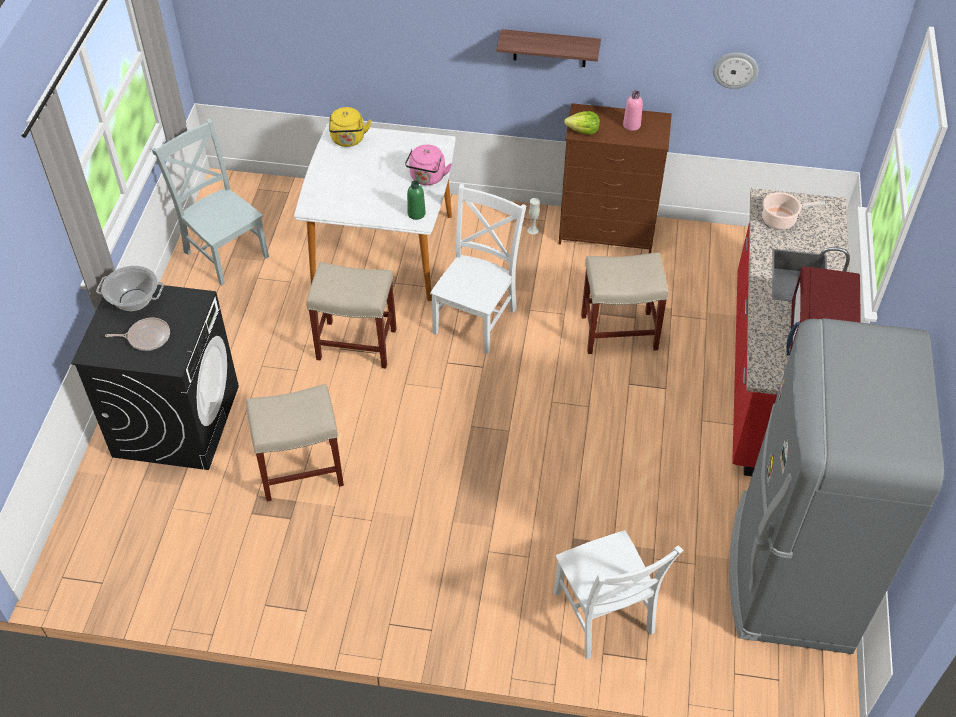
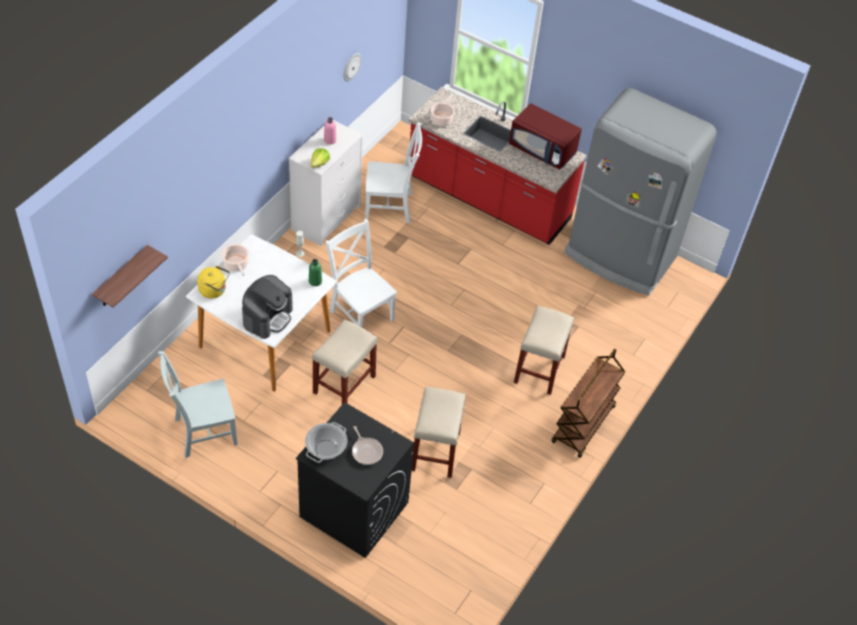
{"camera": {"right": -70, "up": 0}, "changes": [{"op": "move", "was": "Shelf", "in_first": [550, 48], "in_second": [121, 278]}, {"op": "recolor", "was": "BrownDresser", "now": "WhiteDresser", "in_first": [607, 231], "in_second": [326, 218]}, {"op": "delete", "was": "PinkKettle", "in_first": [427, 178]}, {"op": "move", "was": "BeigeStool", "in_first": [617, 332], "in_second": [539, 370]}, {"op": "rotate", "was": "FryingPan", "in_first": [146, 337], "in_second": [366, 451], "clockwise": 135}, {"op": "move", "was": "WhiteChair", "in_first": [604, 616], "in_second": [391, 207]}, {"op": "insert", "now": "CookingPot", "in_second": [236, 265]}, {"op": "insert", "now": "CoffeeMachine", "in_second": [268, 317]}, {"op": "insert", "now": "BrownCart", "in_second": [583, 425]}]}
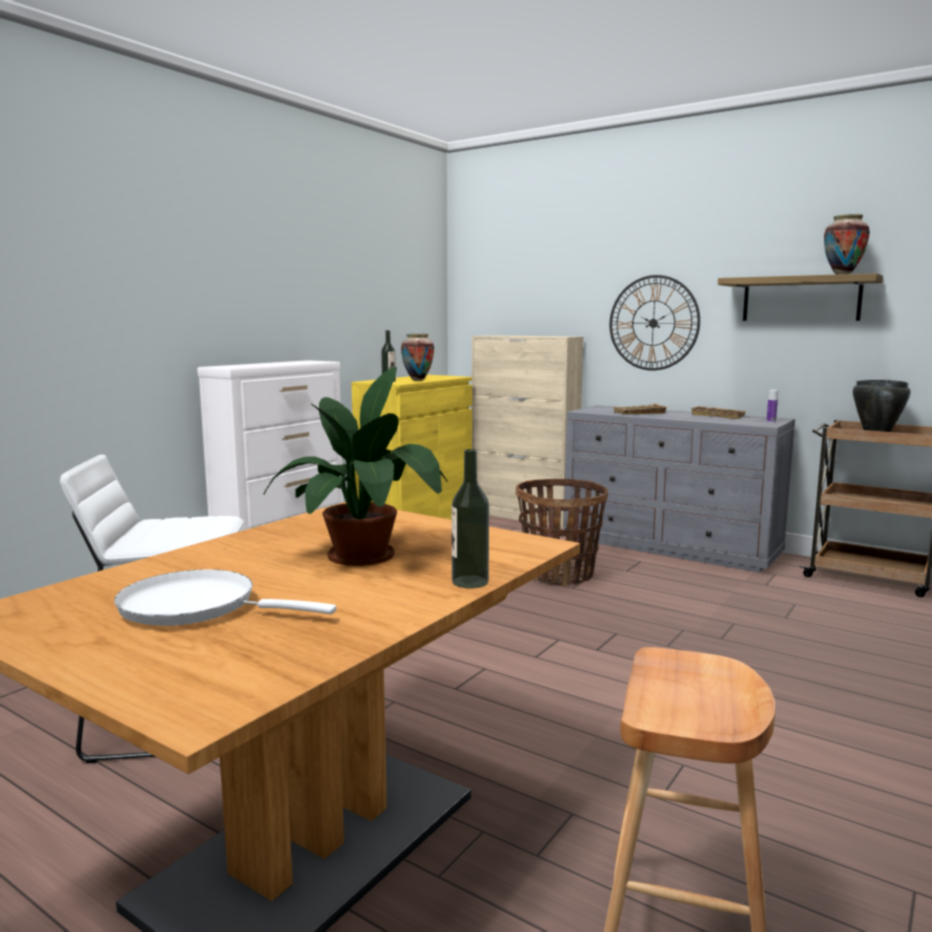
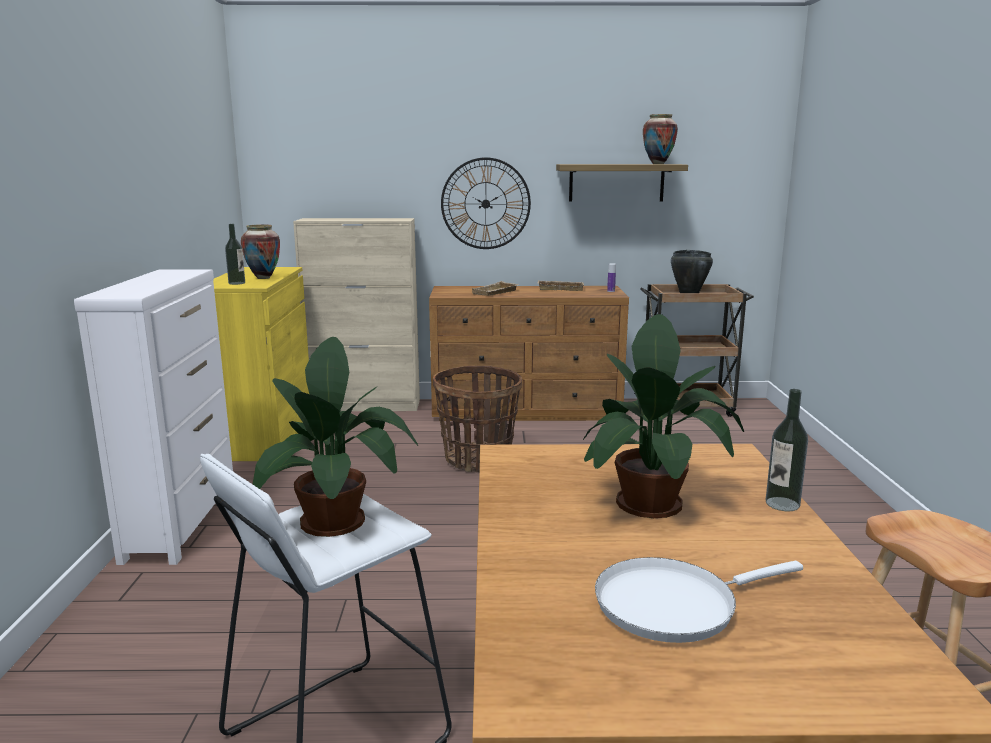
{"camera": {"right": -35, "up": 5}, "changes": [{"op": "recolor", "was": "GreyDresser", "now": "BrownDresser", "in_first": [671, 546], "in_second": [527, 410]}, {"op": "insert", "now": "PottedPlant", "in_second": [337, 518]}]}
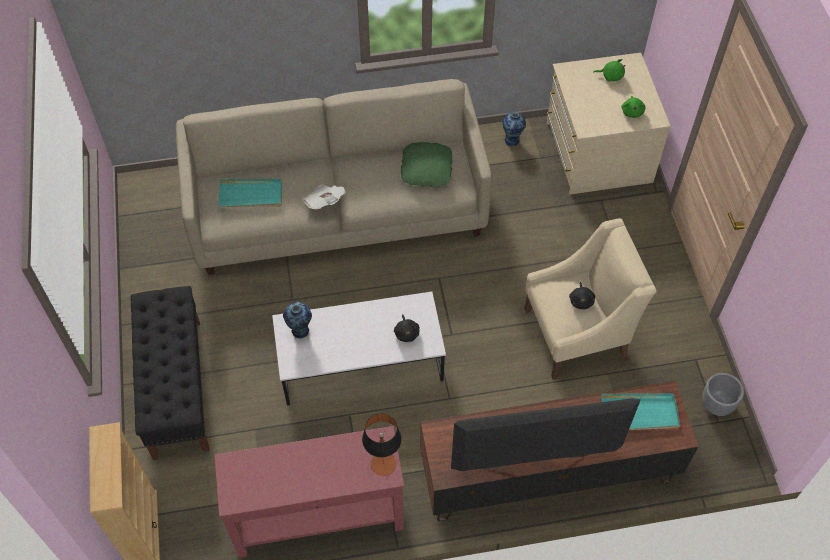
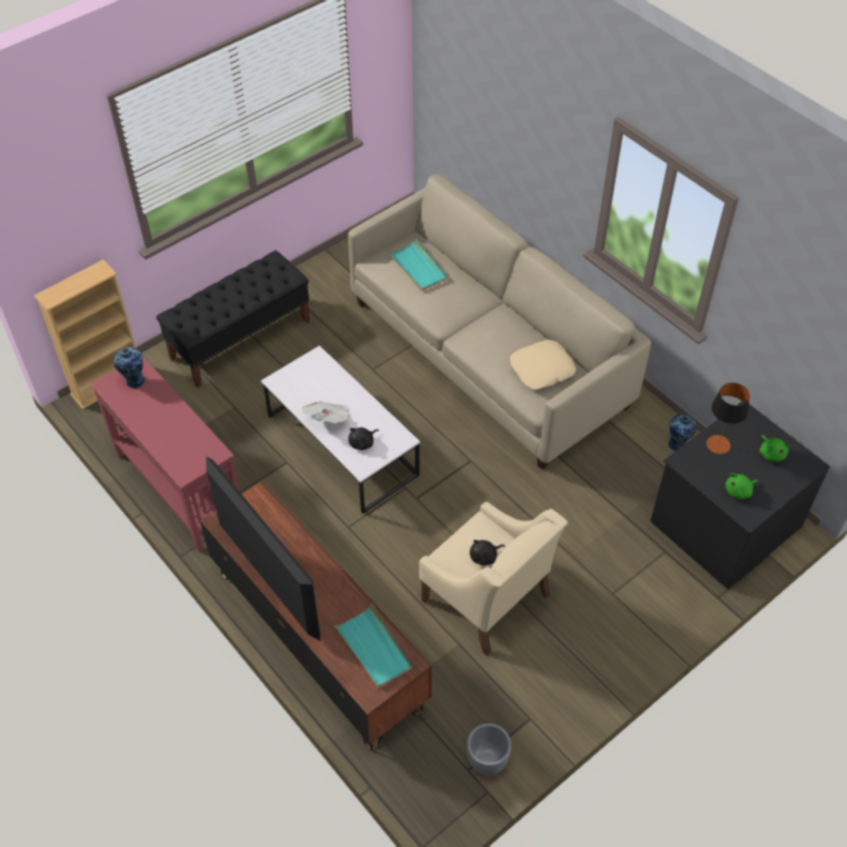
{"camera": {"right": 60, "up": -5}, "changes": [{"op": "recolor", "was": "BeigeDresser", "now": "BlackDresser", "in_first": [596, 152], "in_second": [724, 522]}, {"op": "recolor", "was": "GreenPillow", "now": "BeigePillow", "in_first": [427, 169], "in_second": [542, 369]}, {"op": "move", "was": "Newspaper", "in_first": [324, 202], "in_second": [328, 419]}, {"op": "move", "was": "Vase", "in_first": [300, 331], "in_second": [134, 381]}, {"op": "move", "was": "TableLamp", "in_first": [383, 464], "in_second": [718, 444]}]}
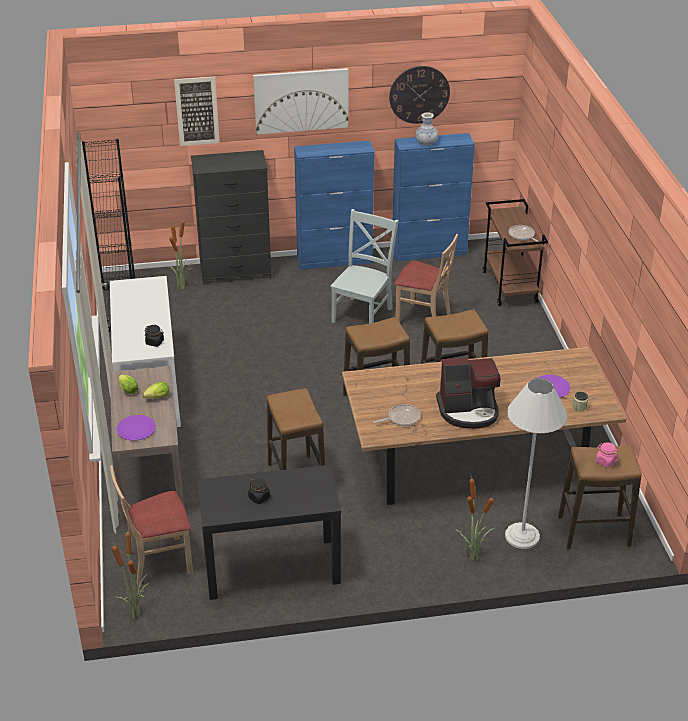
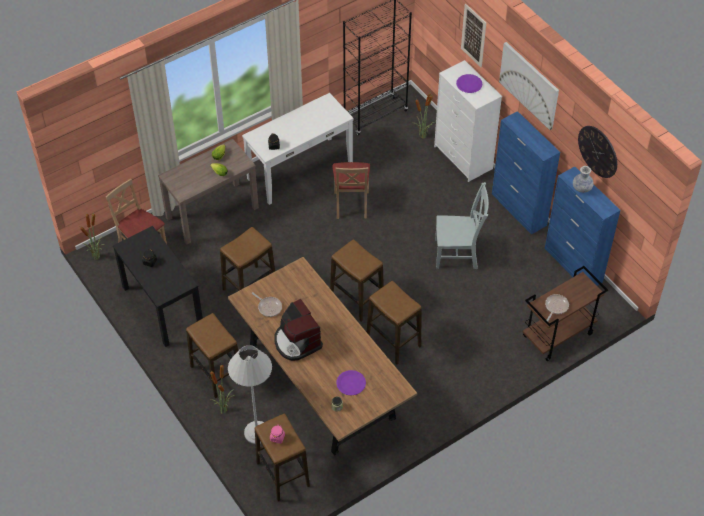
{"camera": {"right": 65, "up": 15}, "changes": [{"op": "recolor", "was": "BlackDresser", "now": "WhiteDresser", "in_first": [236, 271], "in_second": [463, 158]}, {"op": "move", "was": "BeigeChair", "in_first": [423, 318], "in_second": [351, 204]}, {"op": "move", "was": "PurplePlate", "in_first": [136, 429], "in_second": [469, 84]}, {"op": "insert", "now": "Stool", "in_second": [216, 374]}]}
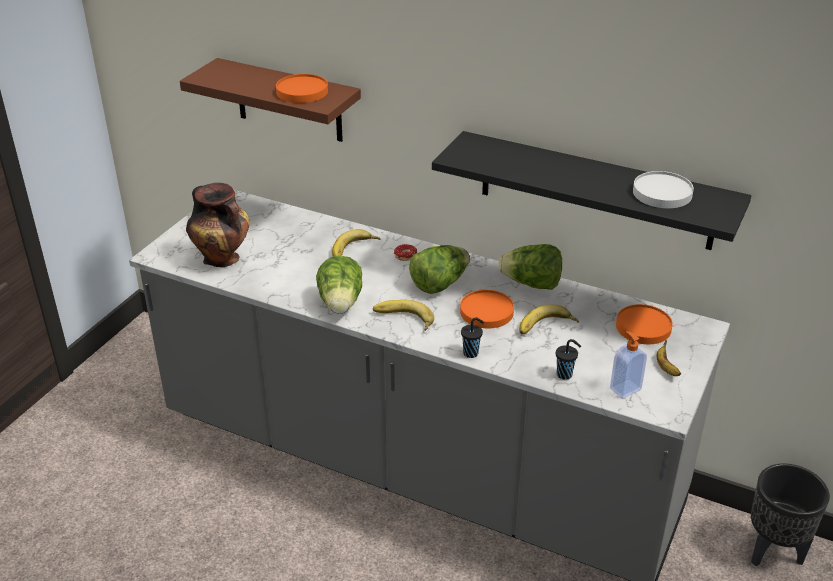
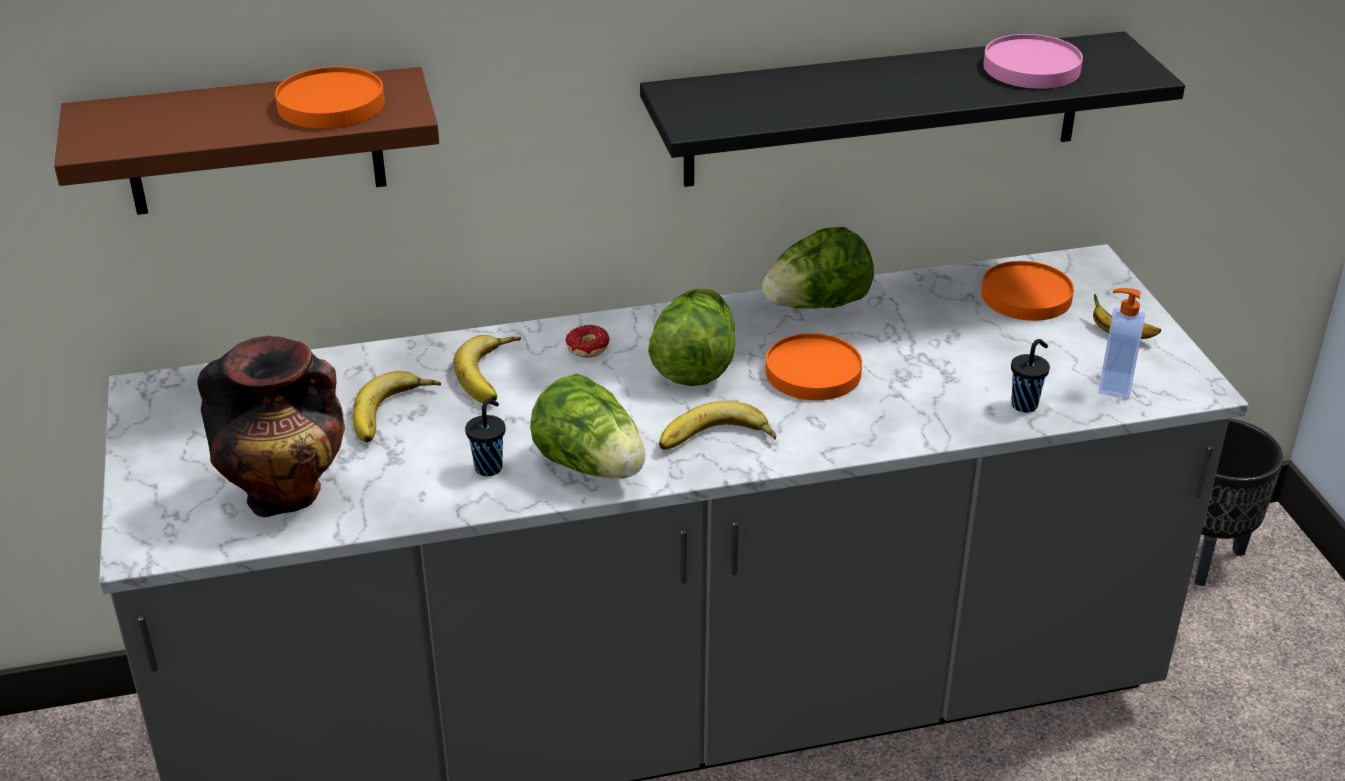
{"camera": {"right": -40, "up": 0}, "changes": [{"op": "recolor", "was": "WhitePlate", "now": "PinkPlate", "in_first": [662, 193], "in_second": [1032, 67]}, {"op": "move", "was": "Banana", "in_first": [546, 327], "in_second": [395, 414]}, {"op": "move", "was": "BlackCup", "in_first": [471, 353], "in_second": [489, 467]}]}
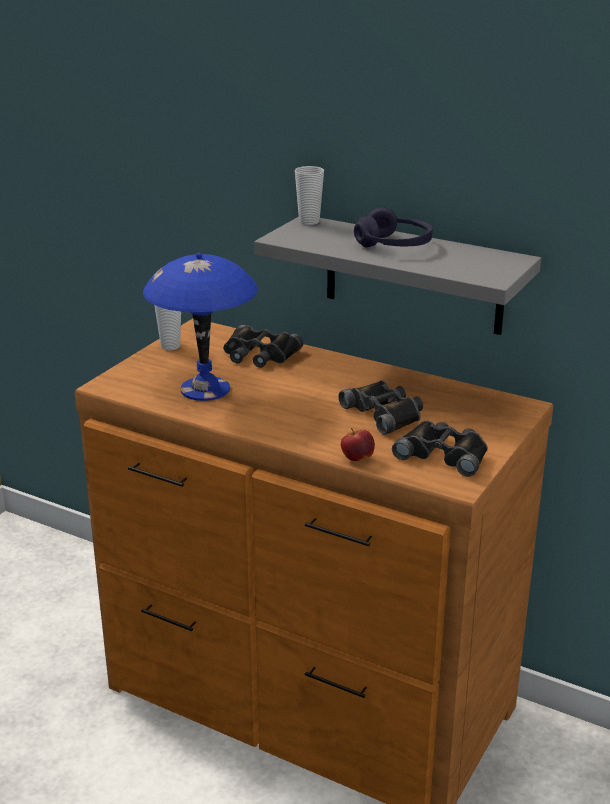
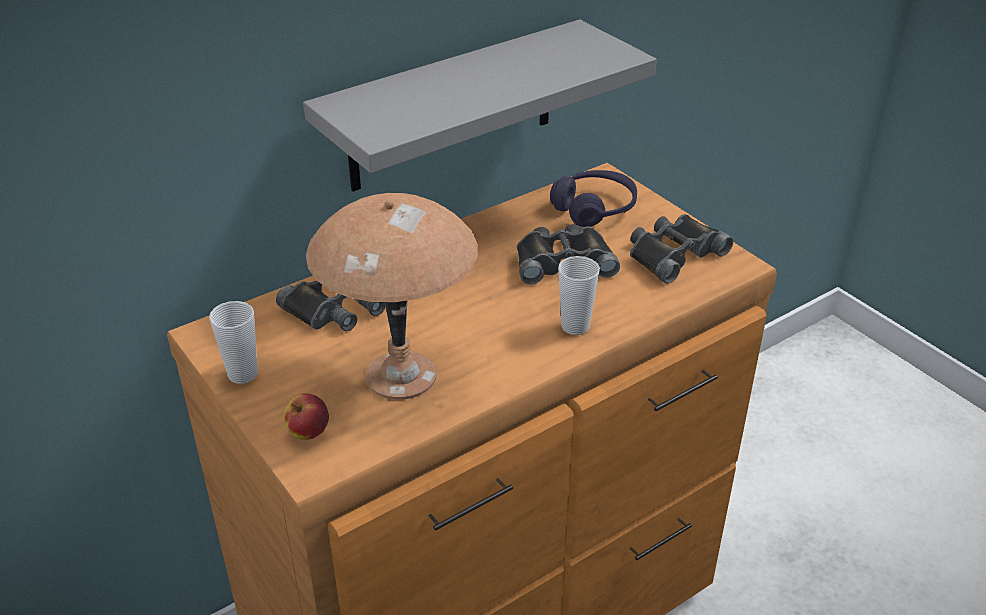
{"camera": {"right": -65, "up": 10}, "changes": [{"op": "move", "was": "Cup", "in_first": [309, 221], "in_second": [575, 326]}, {"op": "move", "was": "PurpleHeadphones", "in_first": [394, 245], "in_second": [594, 208]}, {"op": "recolor", "was": "BlueTableLamp", "now": "BrownTableLamp", "in_first": [204, 389], "in_second": [402, 376]}, {"op": "move", "was": "Apple", "in_first": [357, 459], "in_second": [308, 432]}]}
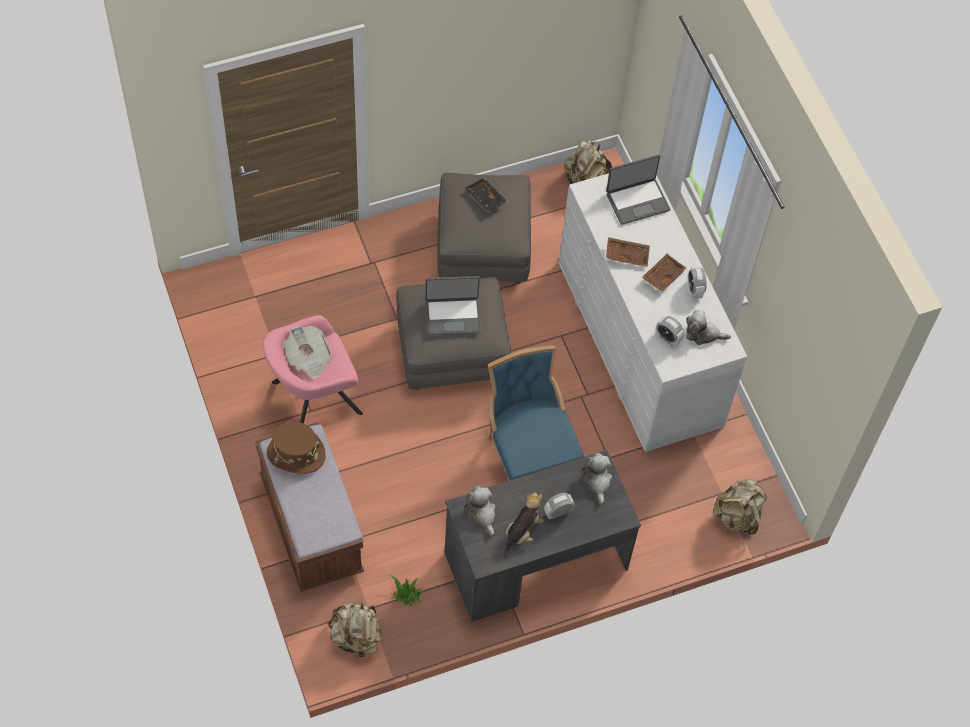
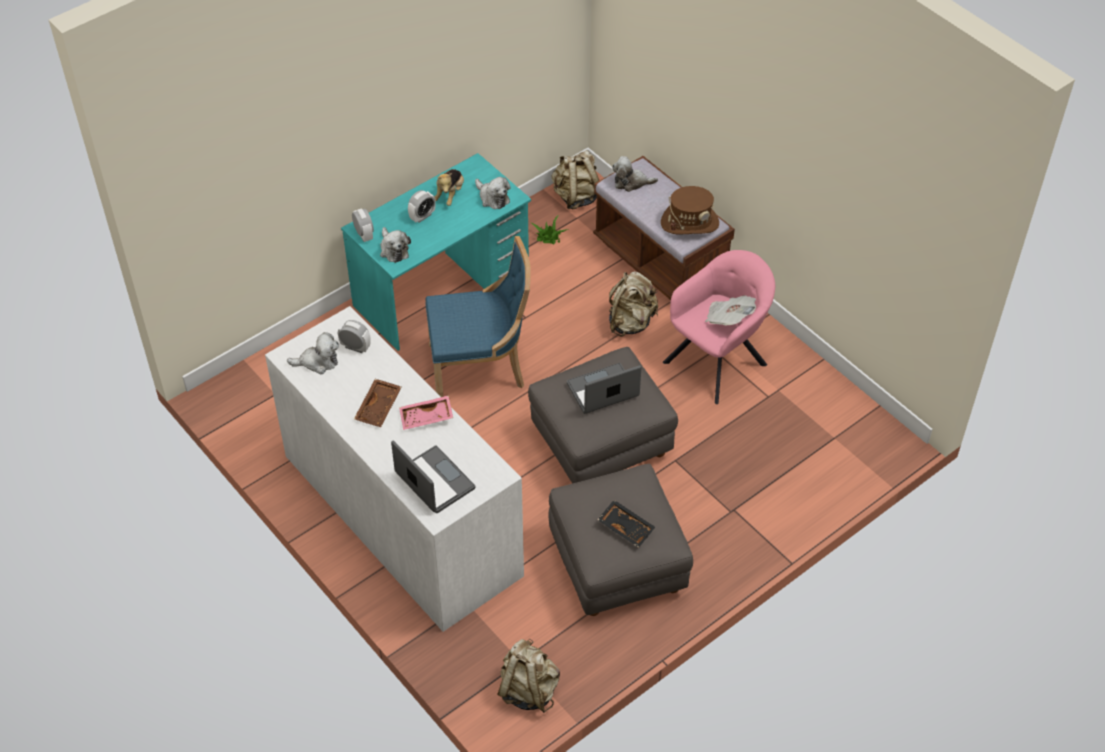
{"camera": {"right": 165, "up": -10}, "changes": [{"op": "rotate", "was": "Laptop", "in_first": [637, 201], "in_second": [433, 481], "clockwise": 90}, {"op": "recolor", "was": "BrownTray", "now": "PinkTray", "in_first": [627, 254], "in_second": [426, 418]}, {"op": "move", "was": "AlarmClock", "in_first": [695, 290], "in_second": [364, 235]}, {"op": "rotate", "was": "BlueChair", "in_first": [528, 460], "in_second": [480, 368], "clockwise": -60}, {"op": "recolor", "was": "GreyDesk", "now": "TurquoiseDesk", "in_first": [535, 561], "in_second": [442, 290]}, {"op": "move", "was": "BeigeBackpack", "in_first": [737, 516], "in_second": [631, 322]}, {"op": "insert", "now": "PlushToy", "in_second": [631, 182]}]}
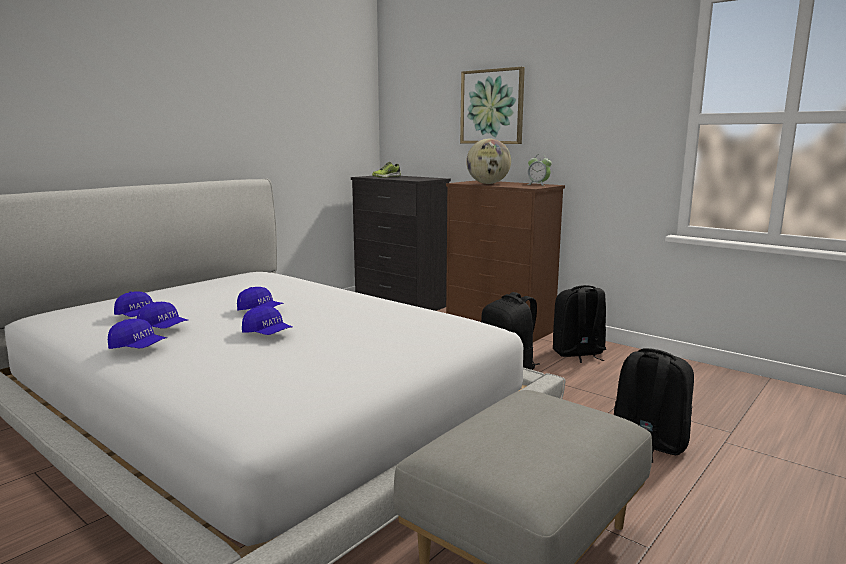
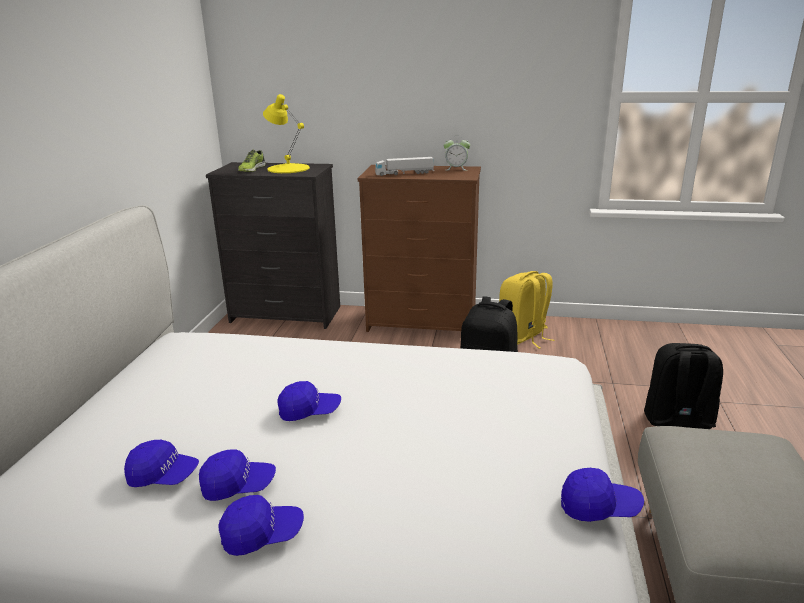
{"camera": {"right": -30, "up": 10}, "changes": [{"op": "delete", "was": "Picture", "in_first": [492, 107]}, {"op": "replace", "was": "Globe", "now": "ToyTruck", "in_first": [488, 183], "in_second": [404, 173]}, {"op": "recolor", "was": "BlackBackpack", "now": "YellowBackpack", "in_first": [578, 354], "in_second": [523, 337]}, {"op": "move", "was": "BlueCap", "in_first": [267, 334], "in_second": [599, 507]}, {"op": "insert", "now": "YellowTableLamp", "in_second": [288, 168]}]}
